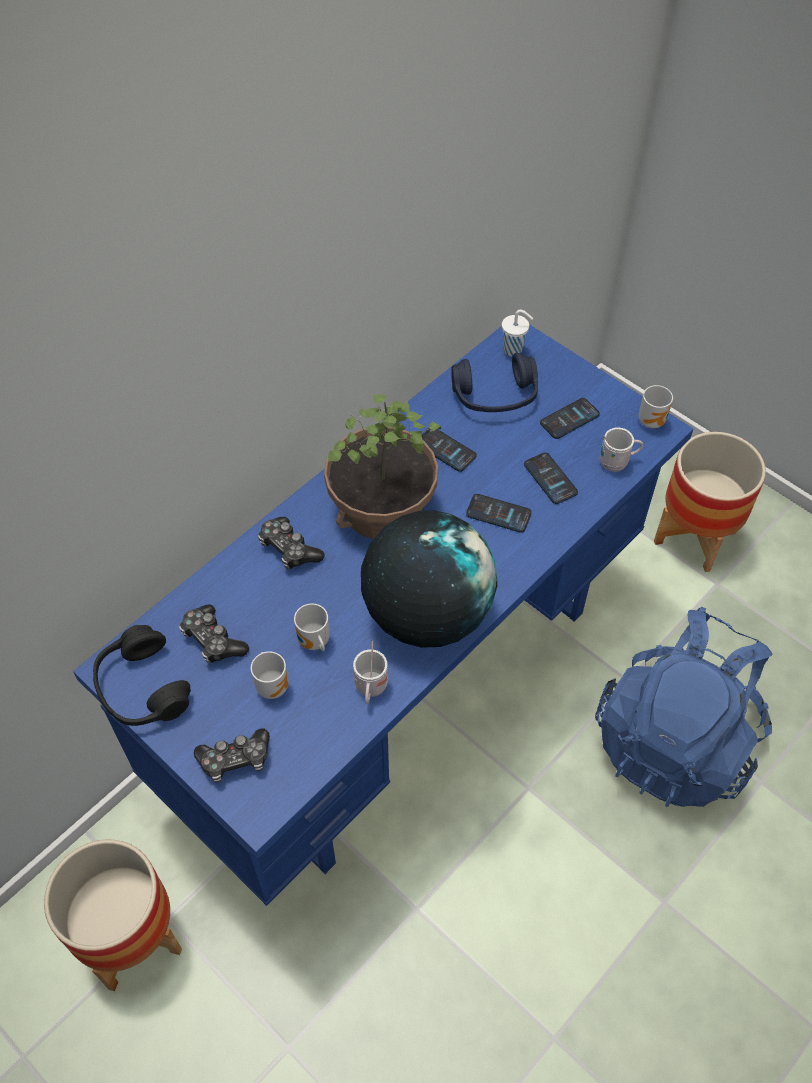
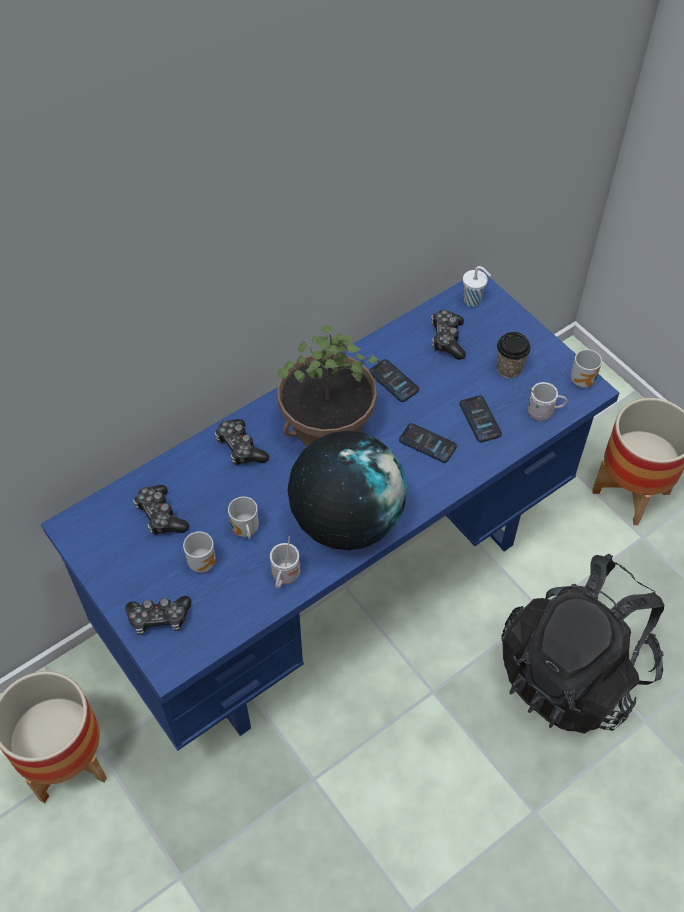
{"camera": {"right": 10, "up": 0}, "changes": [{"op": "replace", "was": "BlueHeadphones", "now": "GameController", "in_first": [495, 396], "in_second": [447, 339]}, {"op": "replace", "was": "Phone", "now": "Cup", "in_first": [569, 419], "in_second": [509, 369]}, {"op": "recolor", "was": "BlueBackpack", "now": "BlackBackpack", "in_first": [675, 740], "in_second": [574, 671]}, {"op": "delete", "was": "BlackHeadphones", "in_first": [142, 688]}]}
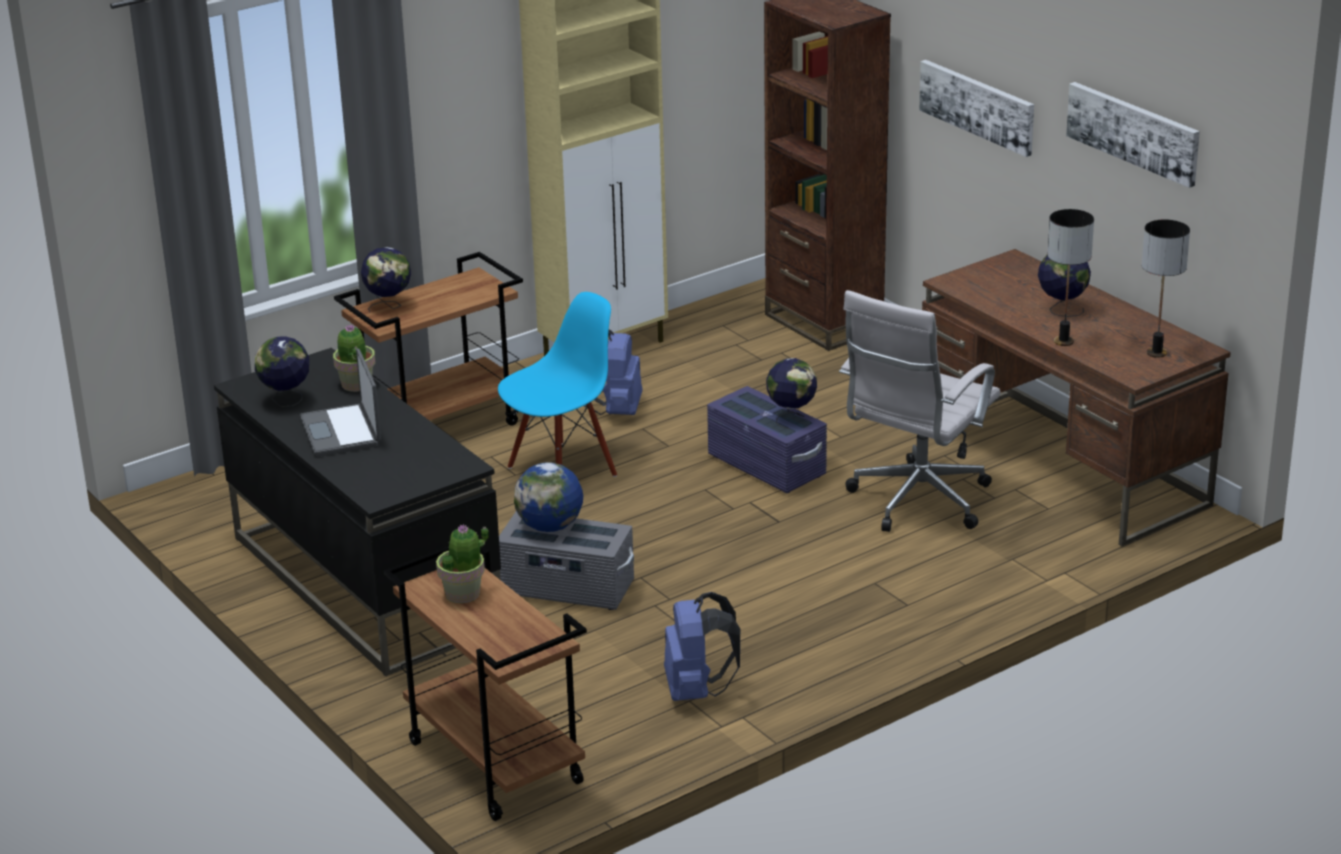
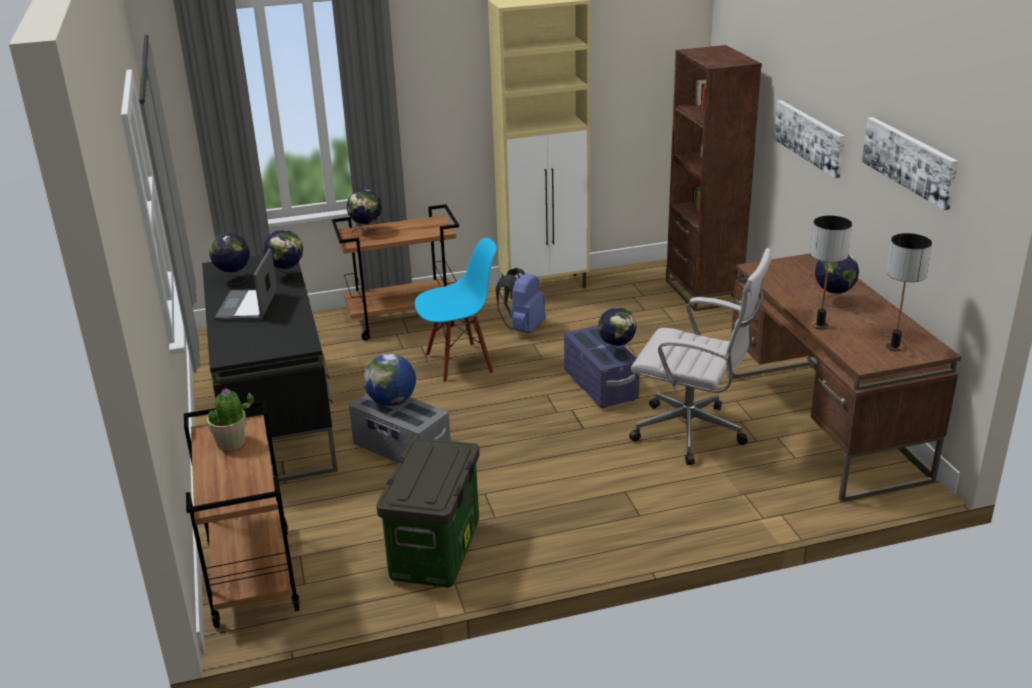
{"camera": {"right": 20, "up": 0}, "changes": [{"op": "rotate", "was": "WhiteOfficeChair", "in_first": [916, 503], "in_second": [693, 433], "clockwise": -120}, {"op": "replace", "was": "PottedPlant", "now": "Globe", "in_first": [356, 385], "in_second": [287, 277]}, {"op": "replace", "was": "BlueBackpack", "now": "StorageBox", "in_first": [697, 691], "in_second": [436, 552]}]}
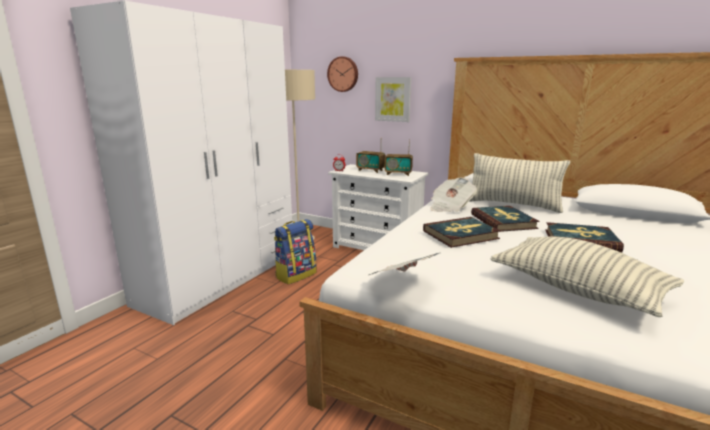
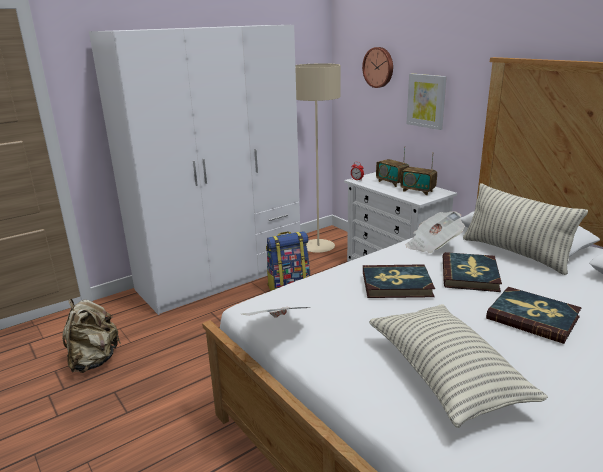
{"camera": {"right": 25, "up": 5}, "changes": [{"op": "insert", "now": "BeigeBackpack", "in_second": [94, 360]}]}
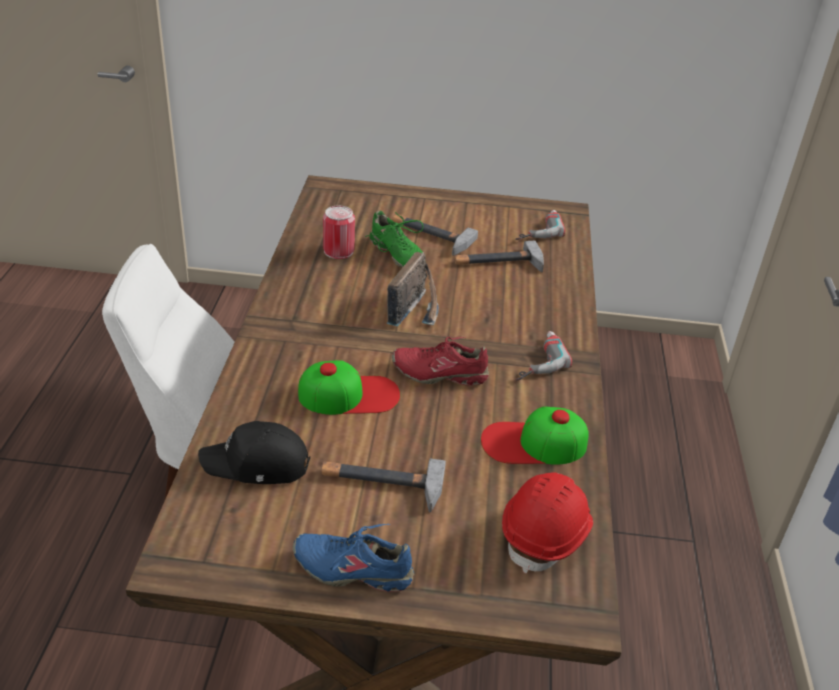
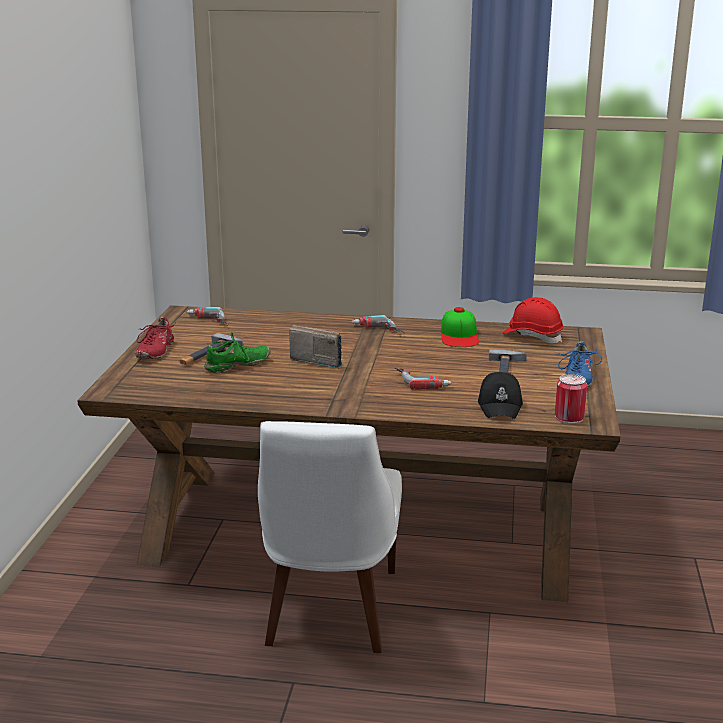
{"camera": {"right": -85, "up": -15}, "changes": [{"op": "move", "was": "Can", "in_first": [338, 251], "in_second": [569, 417]}, {"op": "delete", "was": "Hammer", "in_first": [498, 262]}, {"op": "move", "was": "RedShoe", "in_first": [440, 373], "in_second": [155, 351]}, {"op": "replace", "was": "Cap", "now": "PowerDrill", "in_first": [349, 394], "in_second": [422, 380]}]}
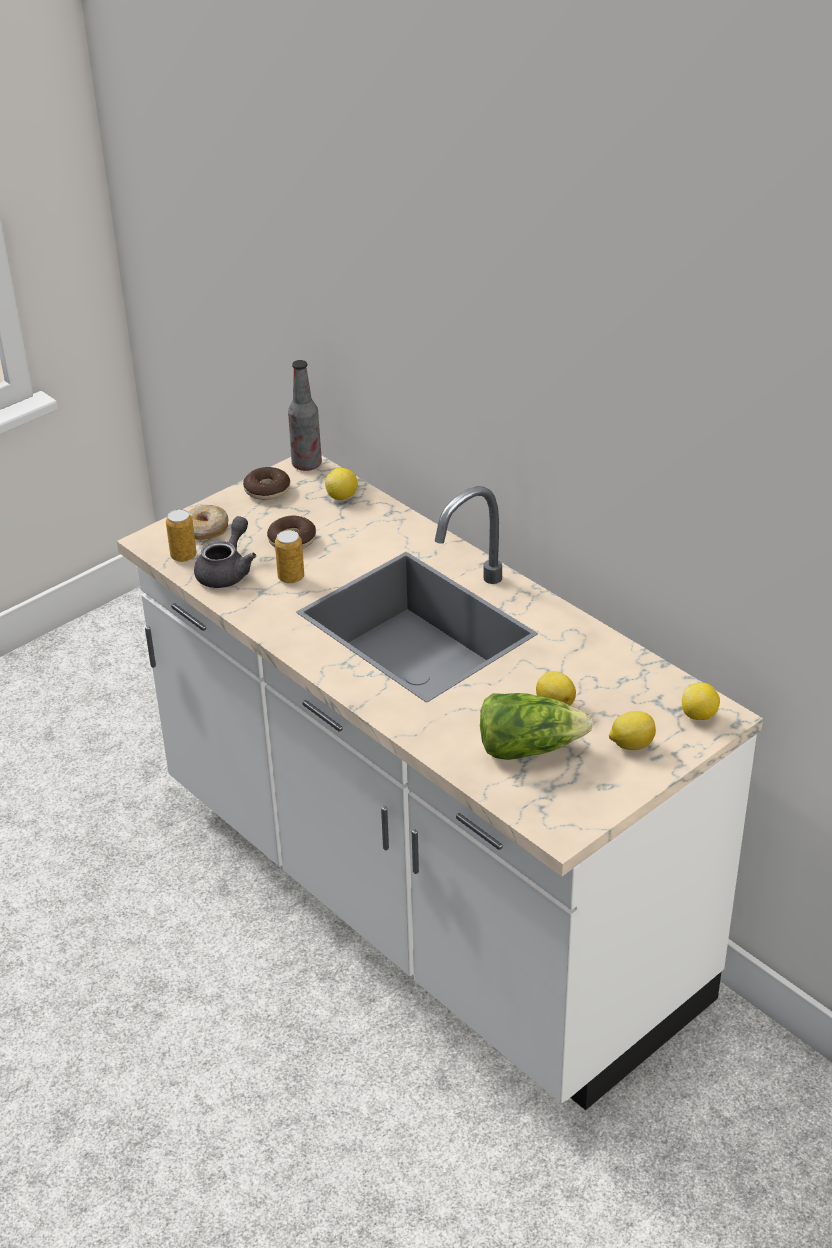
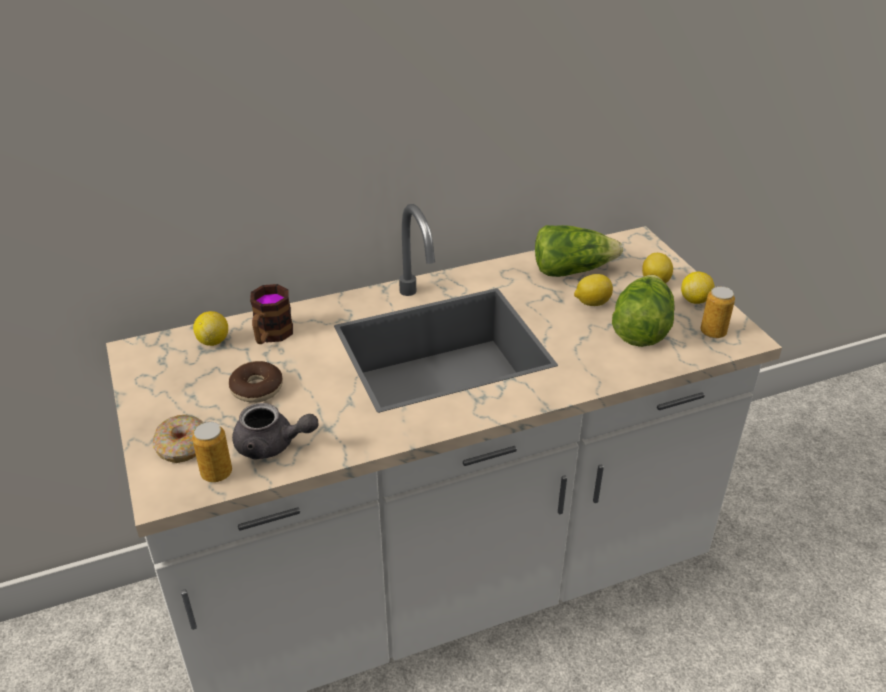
{"camera": {"right": -70, "up": 0}, "changes": [{"op": "delete", "was": "Bottle", "in_first": [306, 465]}, {"op": "delete", "was": "Donut", "in_first": [267, 490]}, {"op": "rotate", "was": "GreyTeapot", "in_first": [227, 571], "in_second": [272, 445], "clockwise": 150}, {"op": "move", "was": "Can", "in_first": [291, 577], "in_second": [713, 332]}, {"op": "move", "was": "Lemon", "in_first": [699, 716], "in_second": [695, 300]}, {"op": "insert", "now": "Lettuce", "in_second": [571, 270]}, {"op": "insert", "now": "Mug", "in_second": [271, 336]}]}
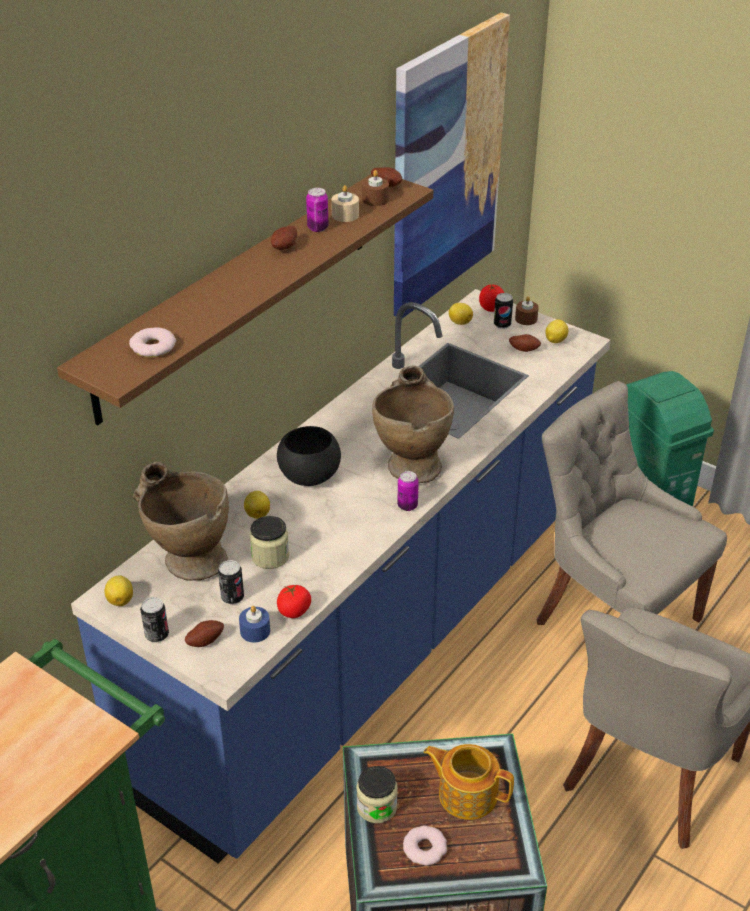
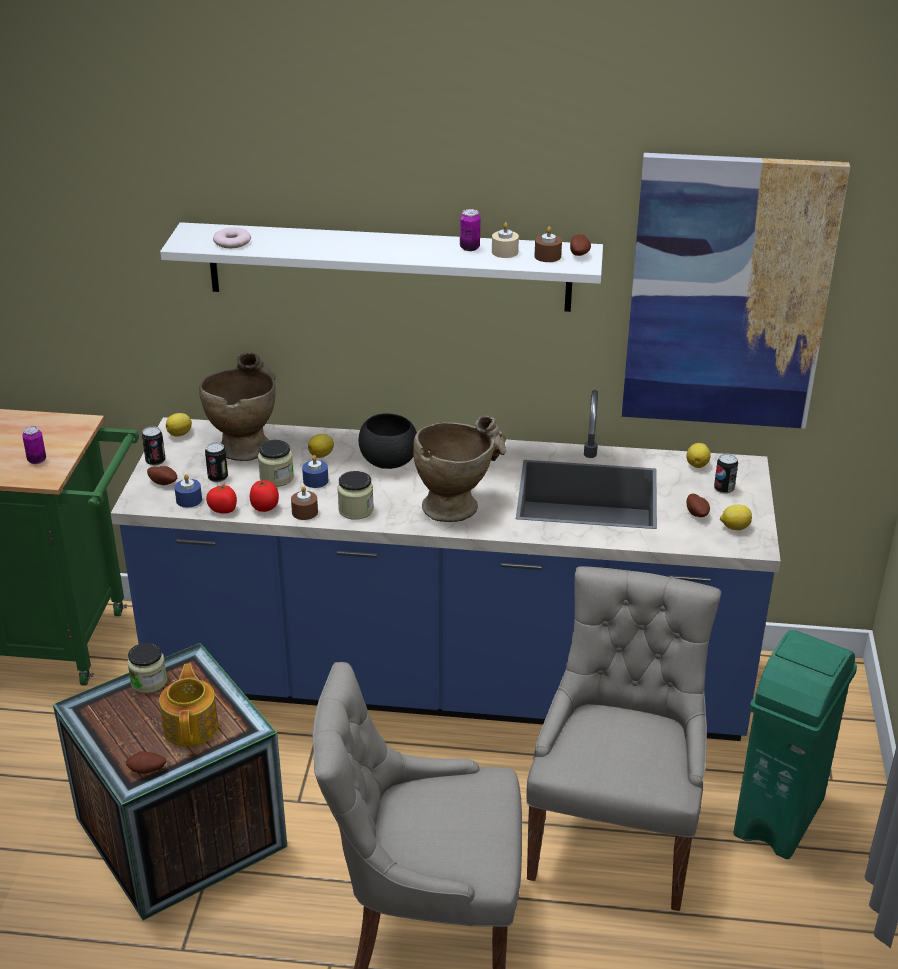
{"camera": {"right": 60, "up": -5}, "changes": [{"op": "recolor", "was": "BrownShelf", "now": "WhiteShelf", "in_first": [238, 292], "in_second": [389, 267]}, {"op": "move", "was": "Potato", "in_first": [285, 248], "in_second": [147, 771]}, {"op": "move", "was": "Tomato", "in_first": [491, 308], "in_second": [265, 508]}, {"op": "move", "was": "BrownCandle", "in_first": [526, 319], "in_second": [305, 512]}, {"op": "move", "was": "Can", "in_first": [407, 506], "in_second": [37, 460]}, {"op": "delete", "was": "Donut", "in_first": [425, 848]}, {"op": "insert", "now": "BlueCandle", "in_second": [315, 480]}, {"op": "insert", "now": "Jar", "in_second": [356, 510]}]}
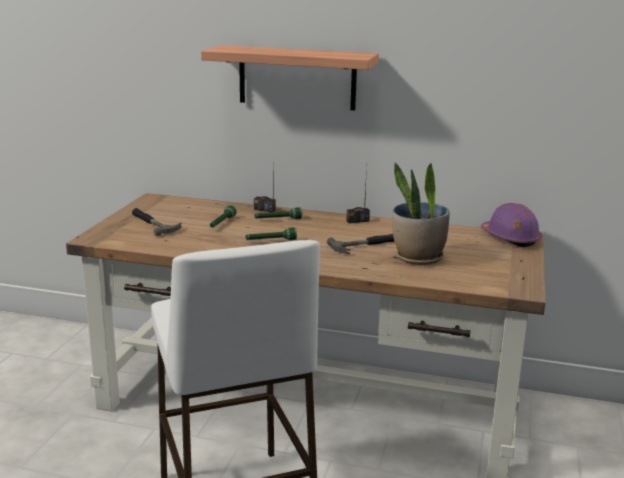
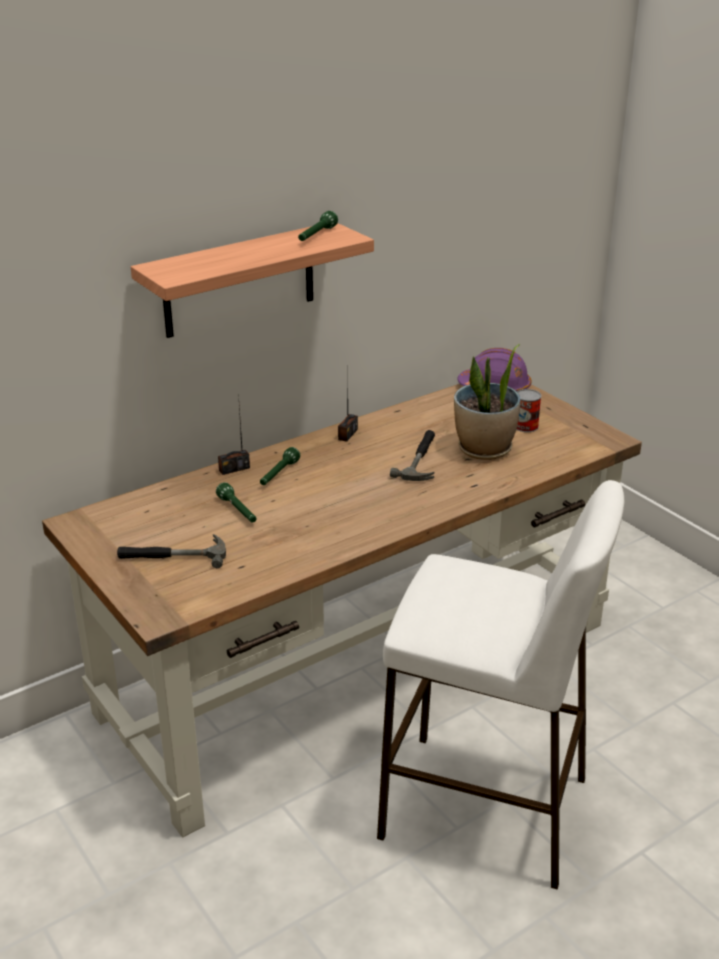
{"camera": {"right": -50, "up": 10}, "changes": [{"op": "move", "was": "GreenFlashlight", "in_first": [270, 241], "in_second": [316, 236]}, {"op": "insert", "now": "Can", "in_second": [525, 426]}]}
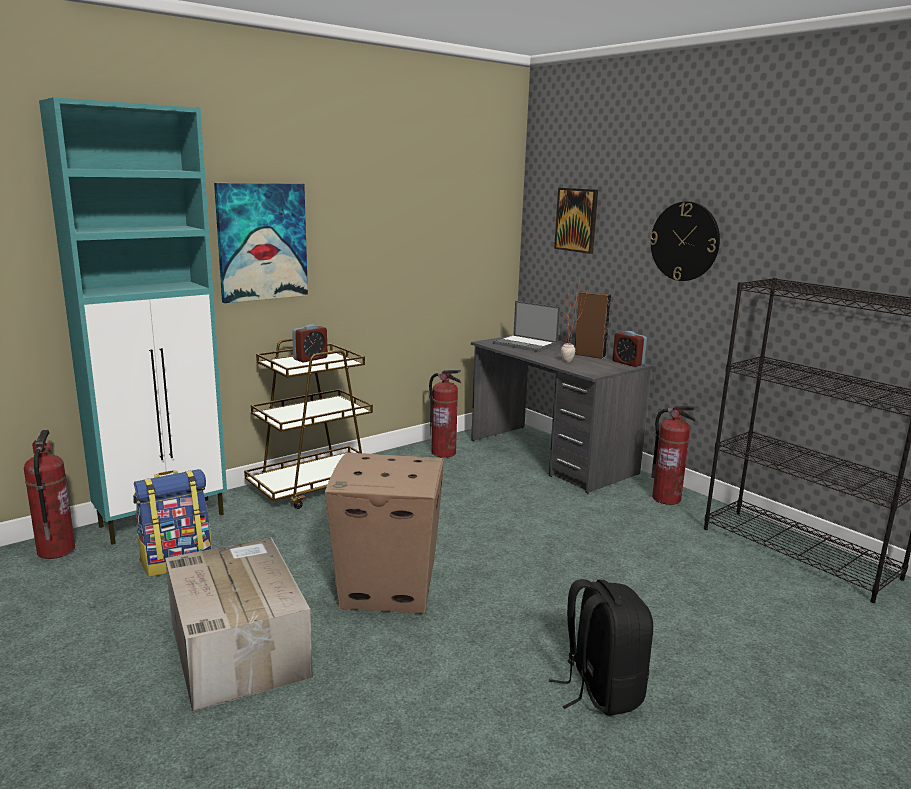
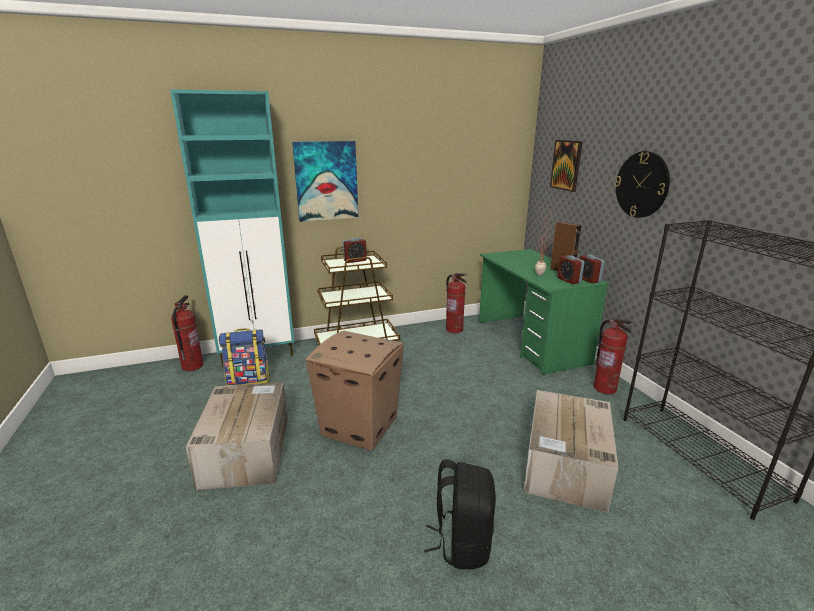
{"camera": {"right": 20, "up": 5}, "changes": [{"op": "delete", "was": "Laptop", "in_first": [526, 344]}, {"op": "recolor", "was": "GreyDesk", "now": "GreenDesk", "in_first": [551, 457], "in_second": [530, 342]}, {"op": "insert", "now": "AlarmClock", "in_second": [568, 280]}, {"op": "insert", "now": "CardboardBox", "in_second": [565, 466]}]}
